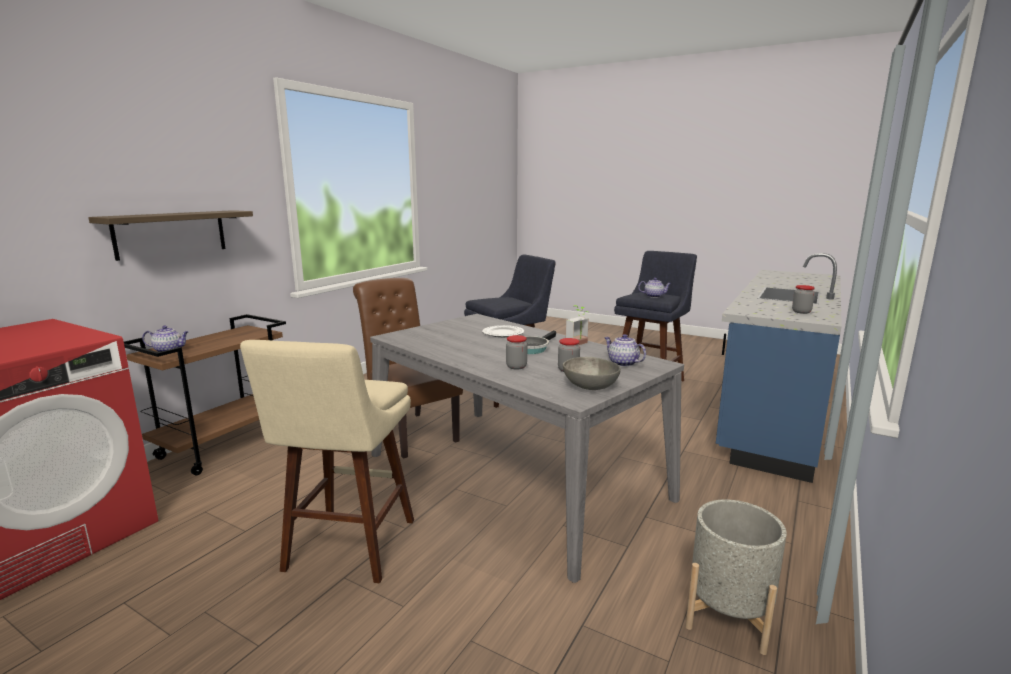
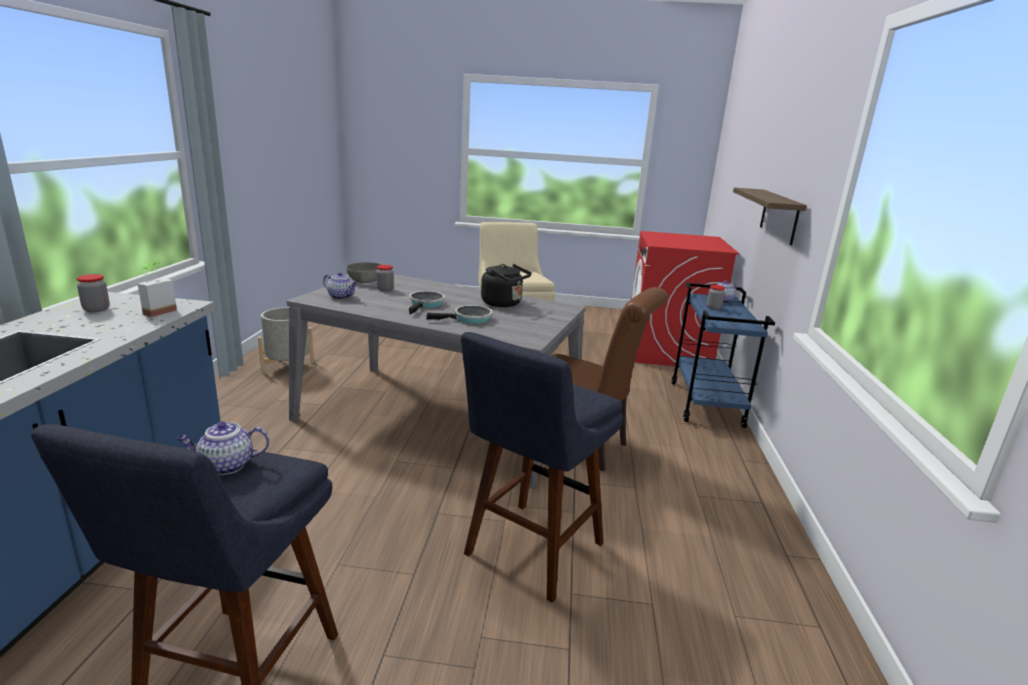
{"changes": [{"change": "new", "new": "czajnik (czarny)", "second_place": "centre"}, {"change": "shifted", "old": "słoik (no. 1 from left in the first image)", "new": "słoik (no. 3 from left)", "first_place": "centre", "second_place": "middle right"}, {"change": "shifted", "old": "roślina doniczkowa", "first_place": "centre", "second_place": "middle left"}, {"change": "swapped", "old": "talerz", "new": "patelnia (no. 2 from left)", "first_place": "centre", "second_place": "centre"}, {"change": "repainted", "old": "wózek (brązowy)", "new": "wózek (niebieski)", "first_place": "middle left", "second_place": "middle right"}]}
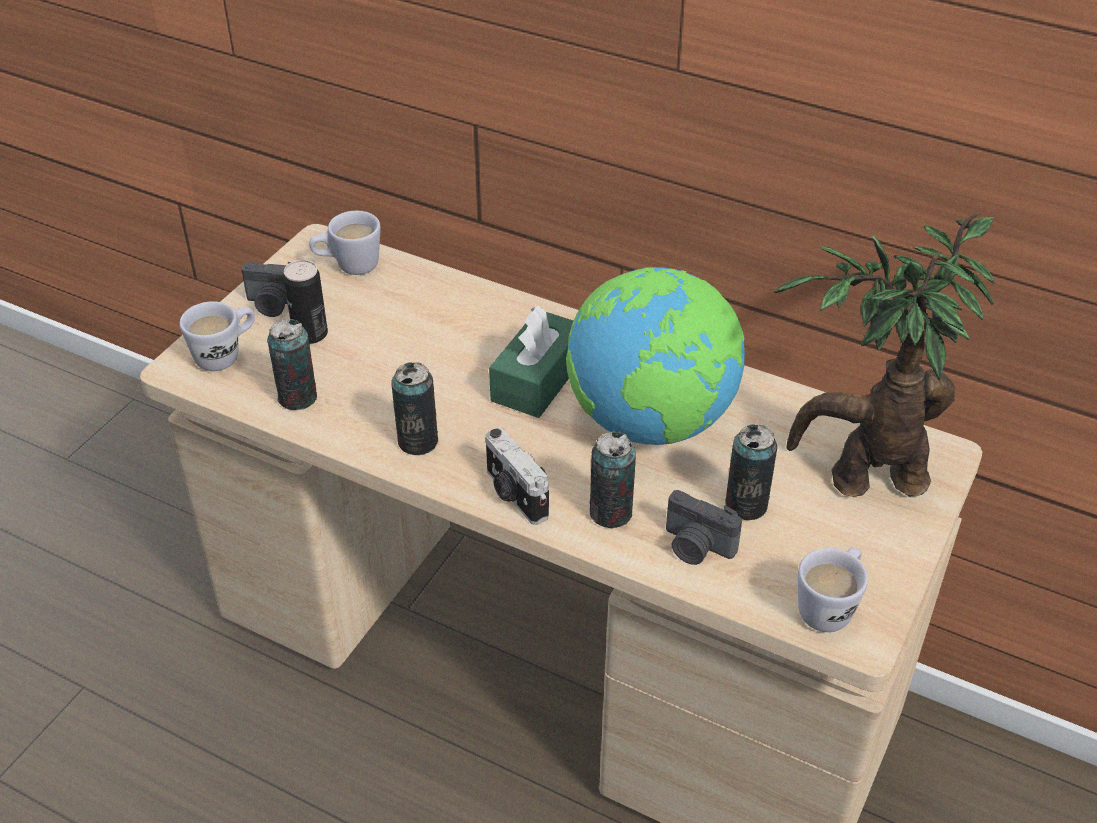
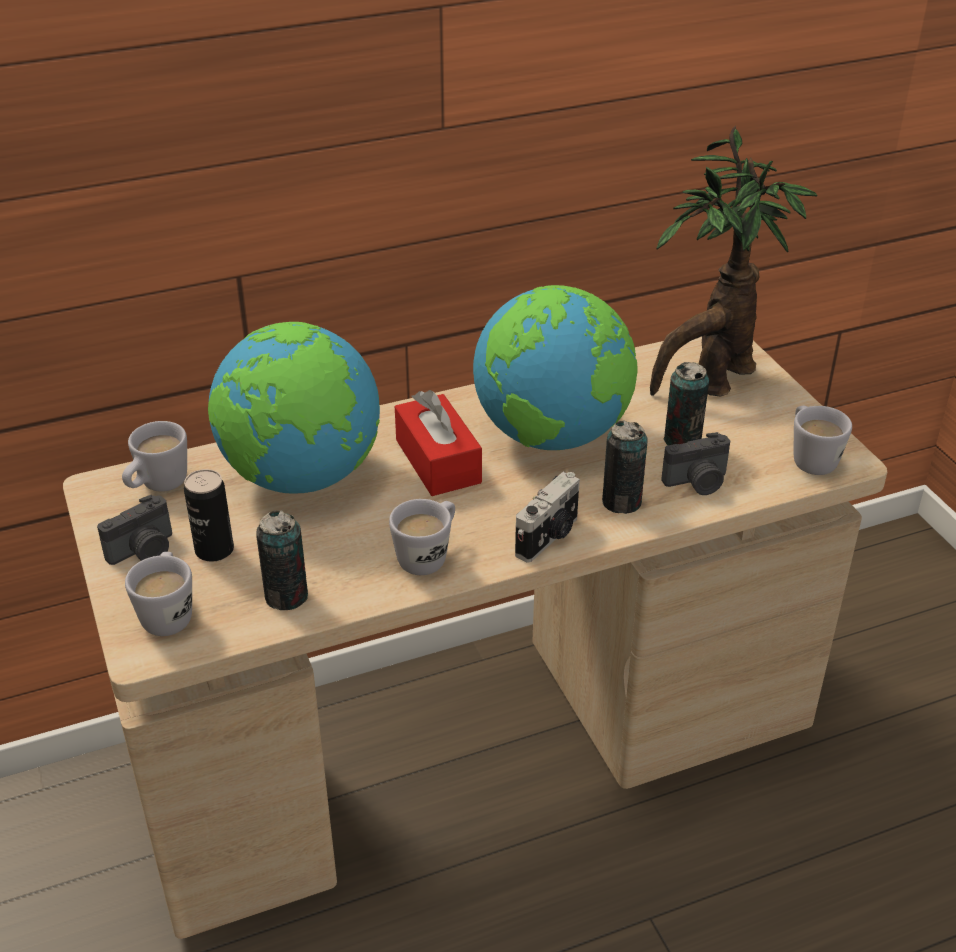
{"changes": [{"change": "new", "new": "globus (no. 1 from left)", "second_place": "middle left"}, {"change": "swapped", "old": "puszka (no. 3 from left)", "new": "kubek (biały) (no. 3 from left)", "first_place": "centre", "second_place": "centre"}, {"change": "repainted", "old": "pudełko chusteczek (zielony)", "new": "pudełko chusteczek (czerwony)", "first_place": "centre", "second_place": "centre"}, {"change": "rotated", "old": "aparat fotograficzny (no. 2 from left)", "first_place": "centre", "second_place": "centre", "degrees": -60}]}
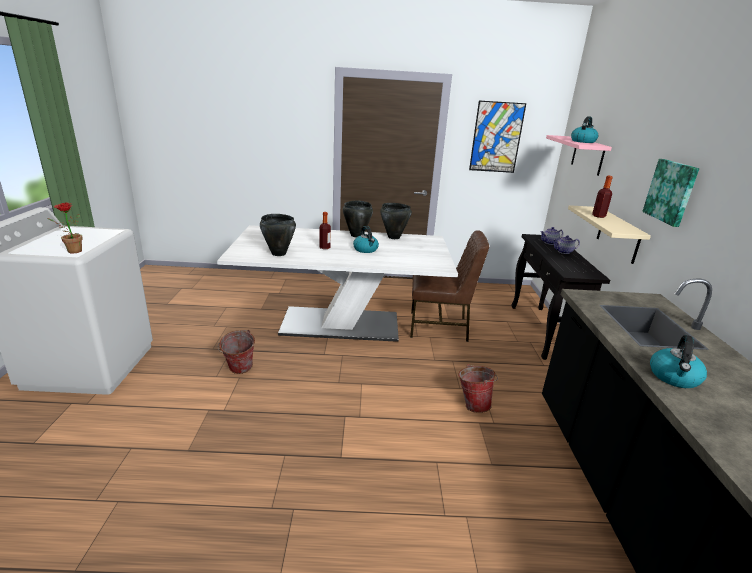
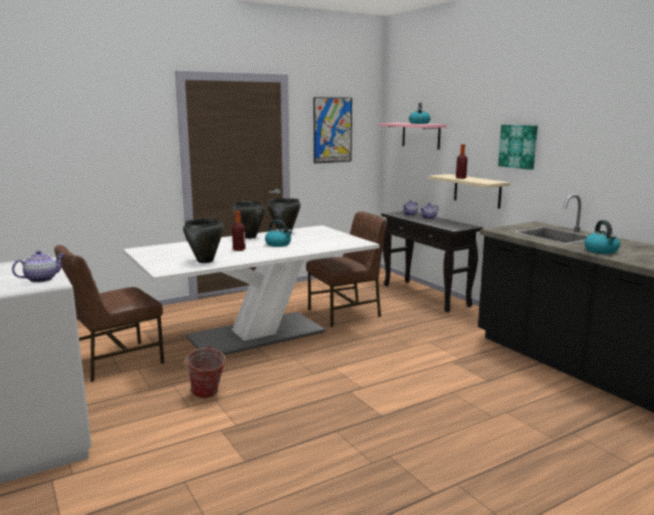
{"changes": [{"change": "gone", "old": "wiadro (no. 2 from left)", "first_place": "bottom centre"}, {"change": "new", "new": "krzesło (brązowy) (no. 1 from left)", "second_place": "middle left"}, {"change": "swapped", "old": "roślina doniczkowa", "new": "imbryk (no. 1 from left)", "first_place": "middle left", "second_place": "middle left"}]}
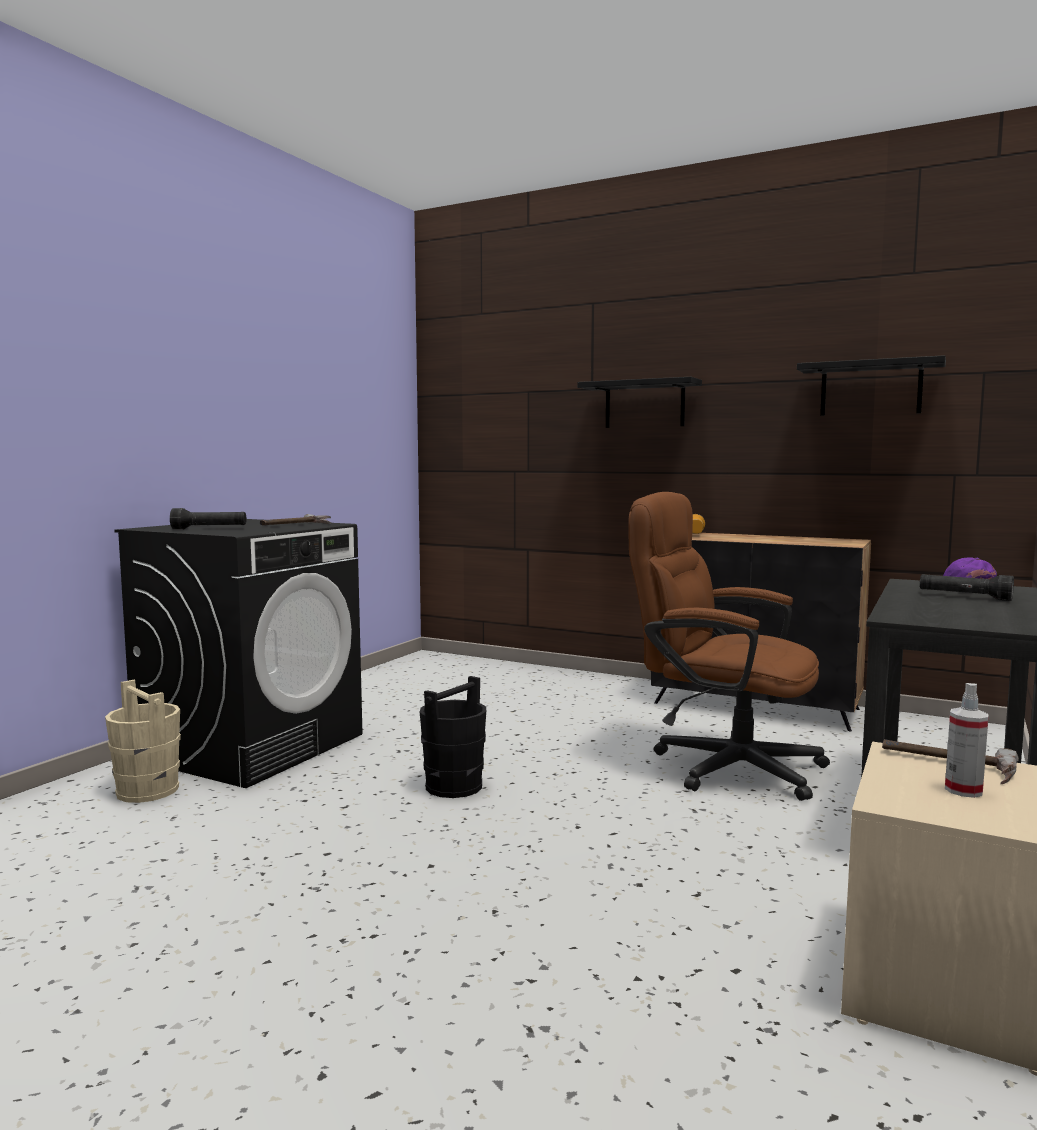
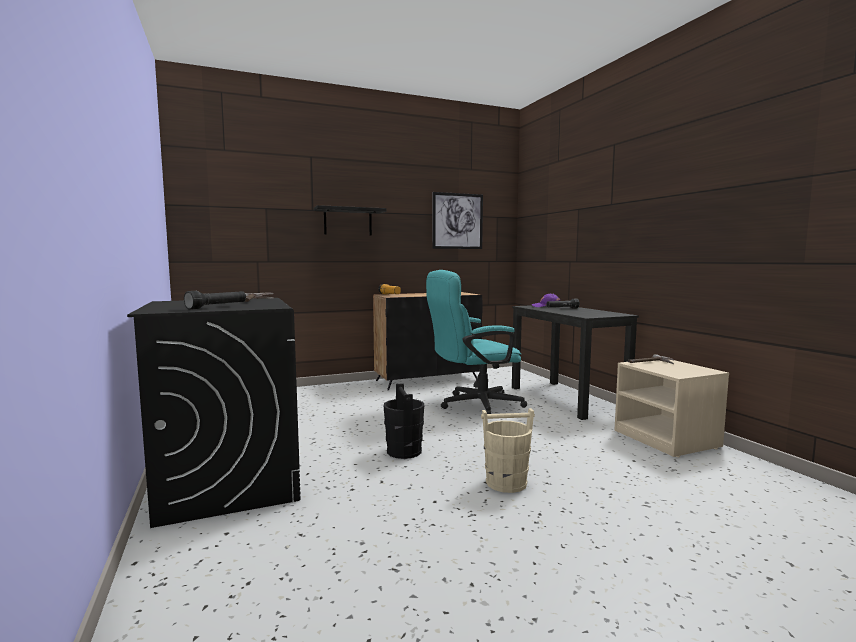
{"changes": [{"change": "gone", "old": "spryskiwacz", "first_place": "middle right"}, {"change": "shifted", "old": "wiadro (beżowy)", "first_place": "middle left", "second_place": "bottom centre"}, {"change": "swapped", "old": "półka (czarny) (no. 2 from left)", "new": "obraz", "first_place": "middle right", "second_place": "centre"}, {"change": "repainted", "old": "krzesło biurowe (brązowy)", "new": "krzesło biurowe (turkusowy)", "first_place": "middle right", "second_place": "centre"}]}
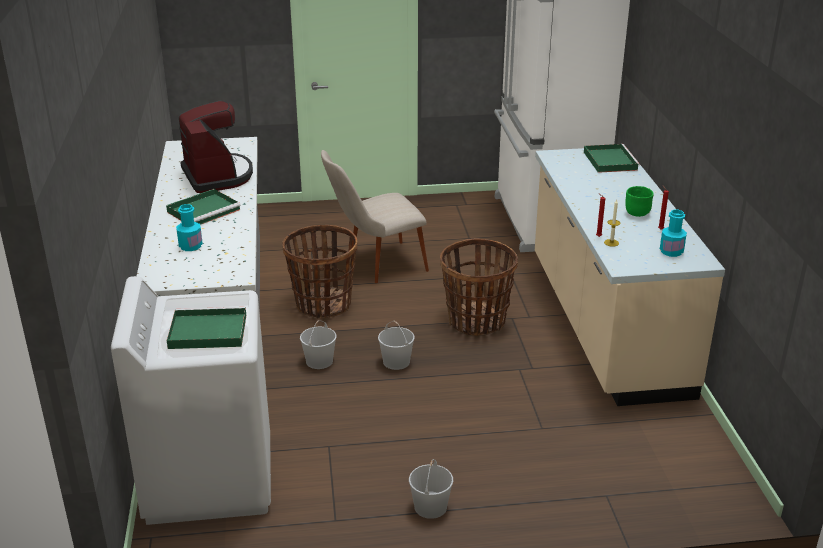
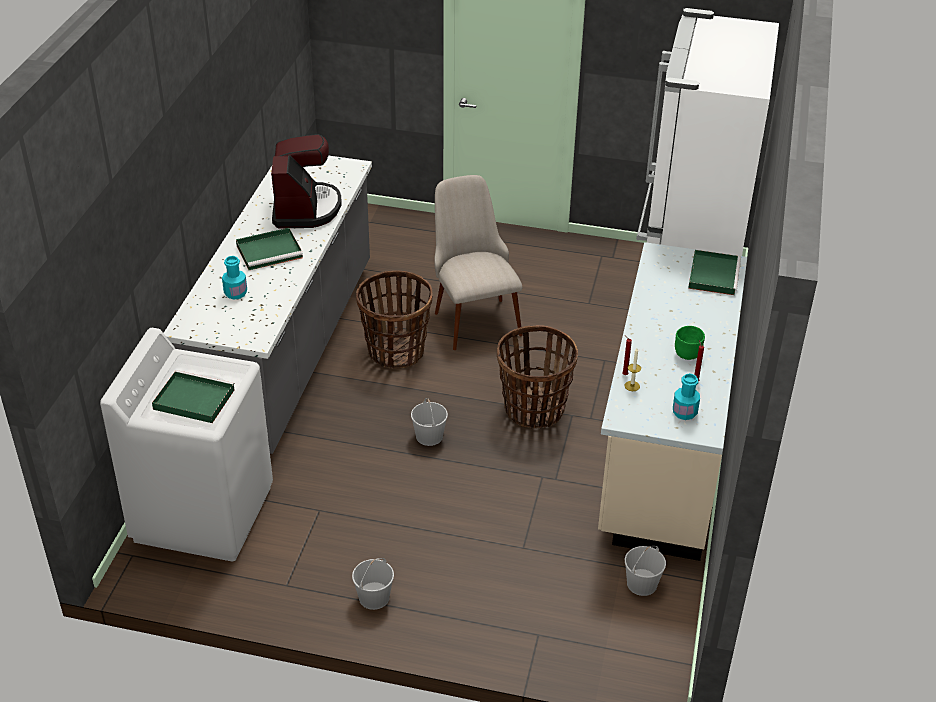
{"changes": [{"change": "shifted", "old": "wiadro (biały) (no. 1 from left in the first image)", "new": "wiadro (biały) (no. 3 from left)", "first_place": "centre", "second_place": "bottom right"}, {"change": "rotated", "old": "krzesło (beżowy)", "first_place": "centre", "second_place": "centre", "degrees": 75}]}
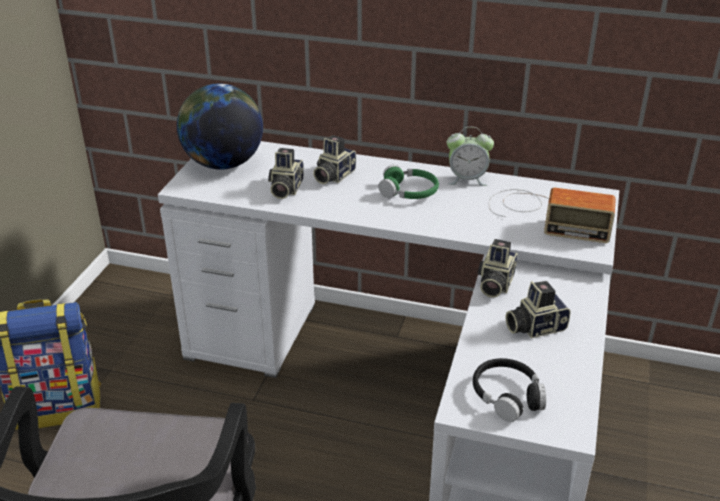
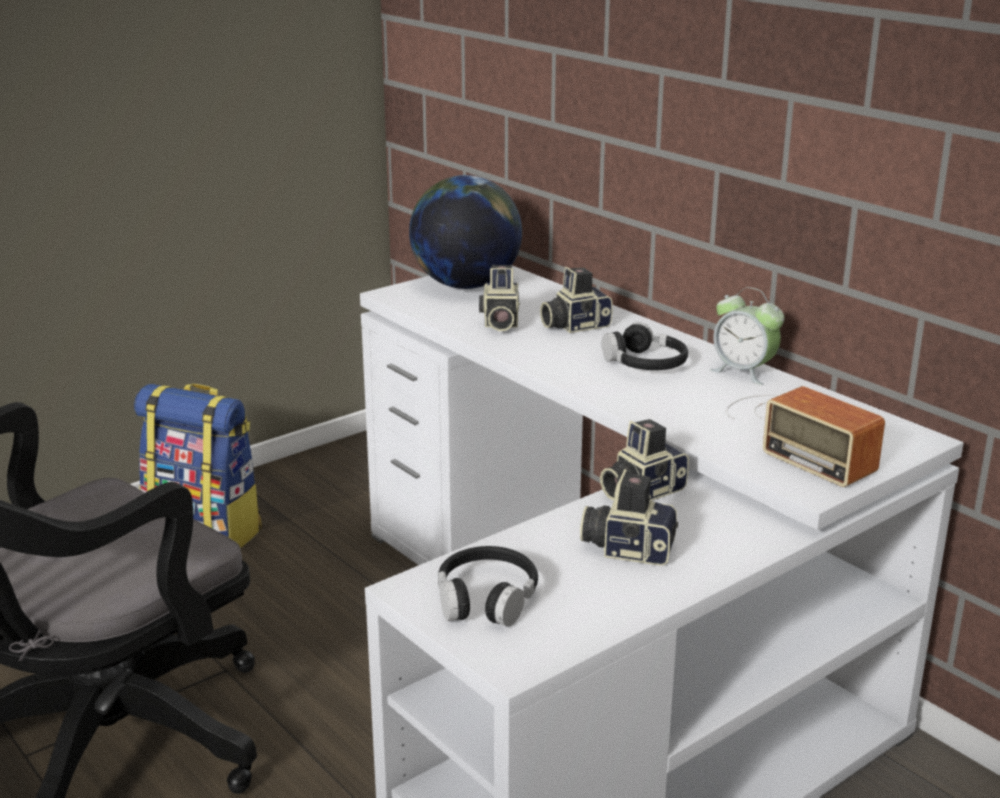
{"changes": [{"change": "repainted", "old": "słuchawki (zielony)", "new": "słuchawki (czarny) (no. 2 from left)", "first_place": "centre", "second_place": "centre"}, {"change": "rotated", "old": "aparat fotograficzny (no. 1 from left)", "first_place": "centre", "second_place": "centre", "degrees": -45}]}
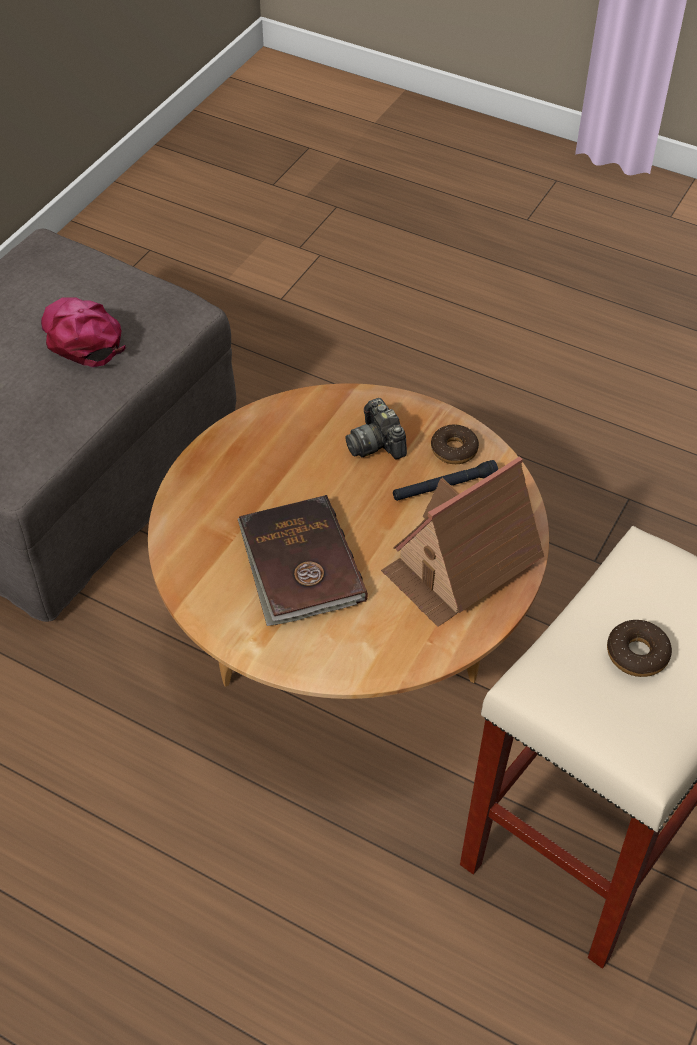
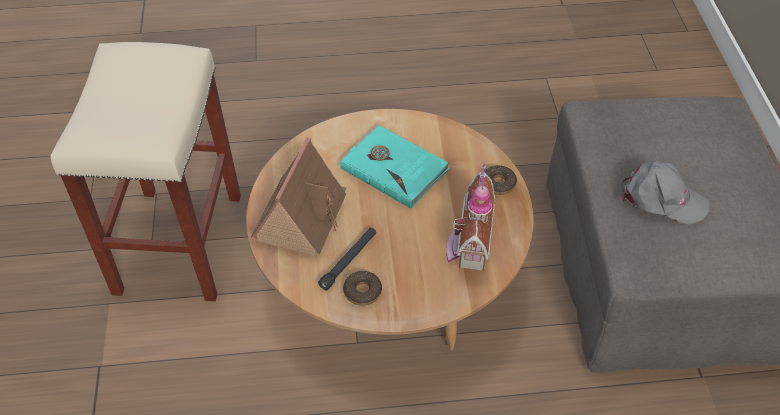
{"changes": [{"change": "gone", "old": "aparat fotograficzny", "first_place": "centre"}, {"change": "new", "new": "domek (no. 2 from left)", "second_place": "centre"}, {"change": "shifted", "old": "donut (no. 2 from left)", "first_place": "middle right", "second_place": "centre"}, {"change": "repainted", "old": "czapka z daszkiem (różowy)", "new": "czapka z daszkiem (szary)", "first_place": "top left", "second_place": "middle right"}, {"change": "repainted", "old": "książka (brązowy)", "new": "książka (turkusowy)", "first_place": "centre", "second_place": "centre"}]}
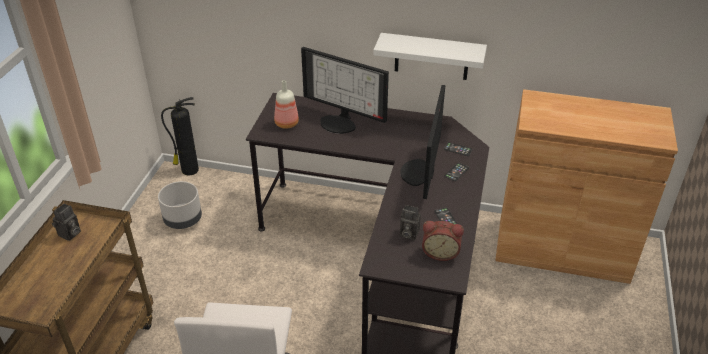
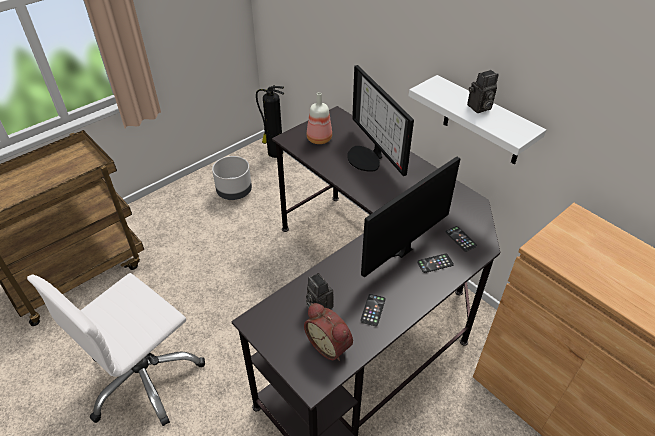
{"changes": [{"change": "shifted", "old": "aparat fotograficzny (no. 1 from left in the first image)", "new": "aparat fotograficzny (no. 2 from left)", "first_place": "middle left", "second_place": "top right"}]}
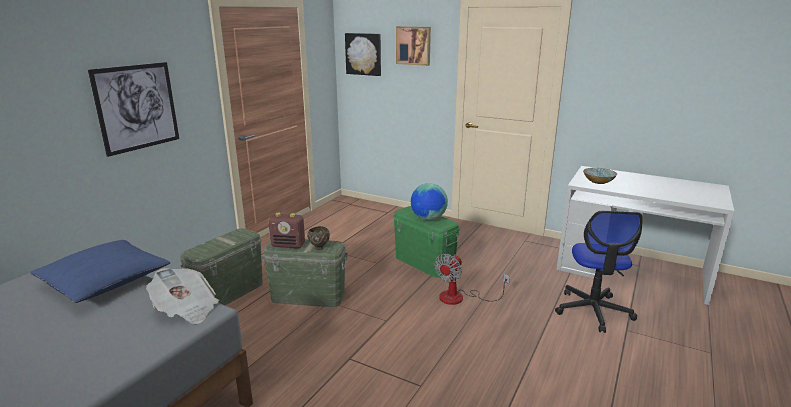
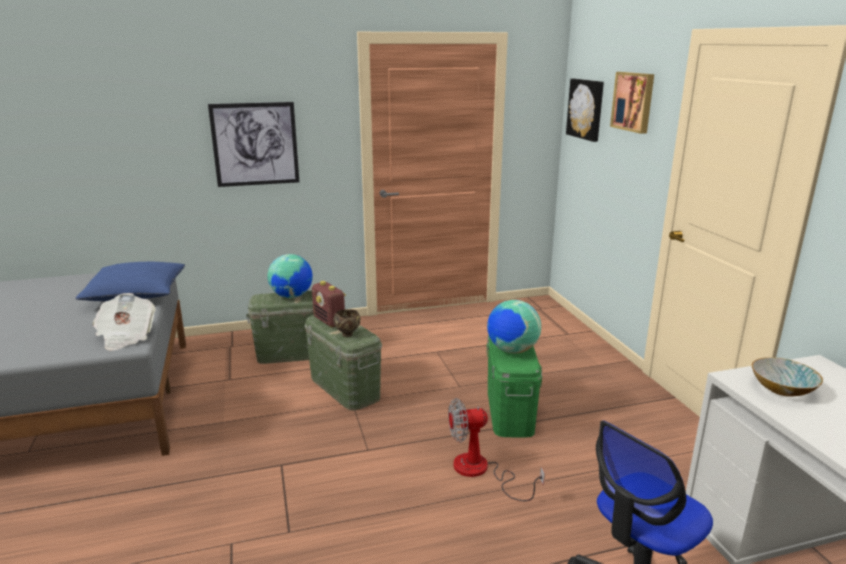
{"changes": [{"change": "new", "new": "globus (no. 1 from left)", "second_place": "centre"}]}
